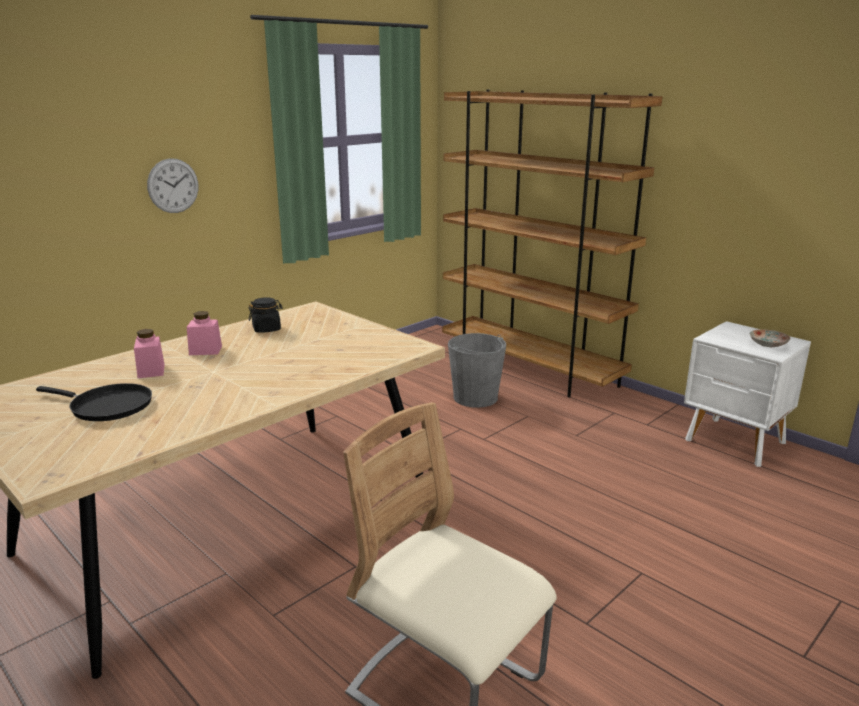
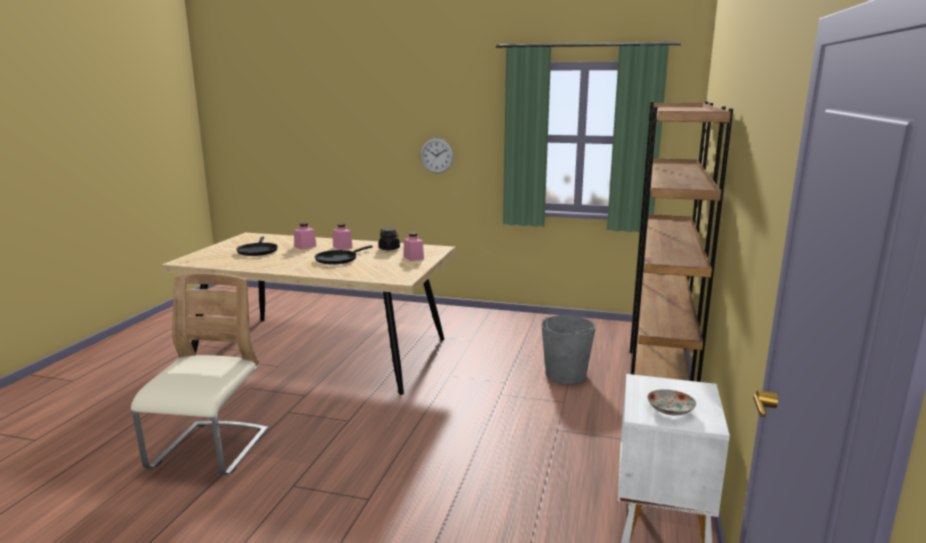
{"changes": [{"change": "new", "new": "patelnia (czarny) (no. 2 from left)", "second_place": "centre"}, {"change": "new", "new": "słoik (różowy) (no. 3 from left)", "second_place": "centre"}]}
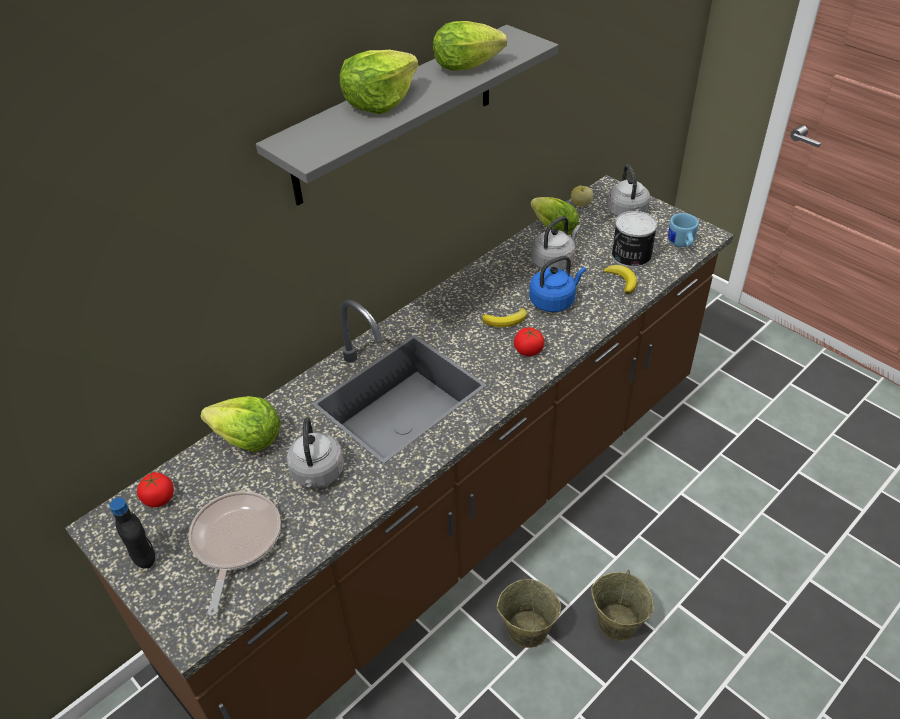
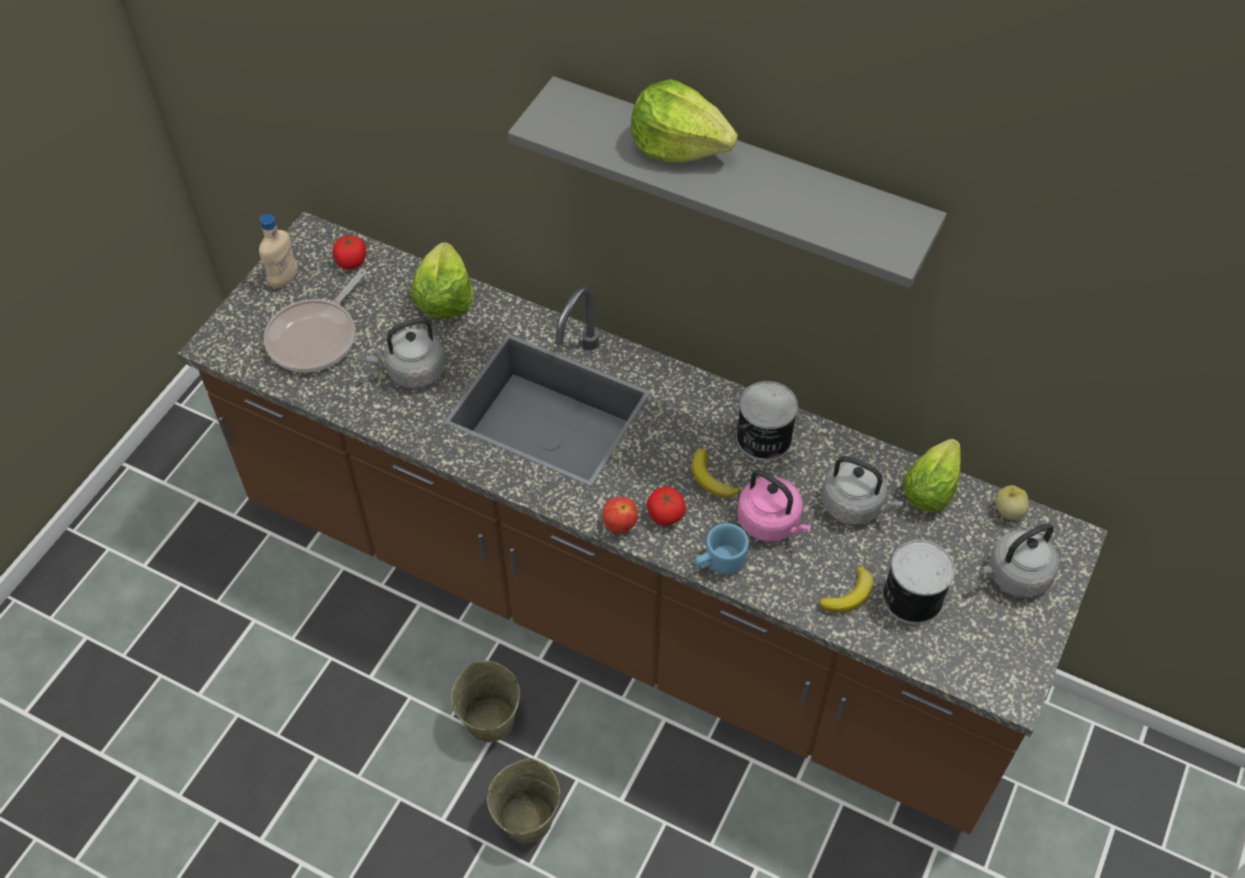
{"changes": [{"change": "gone", "old": "sałata (no. 3 from left)", "first_place": "top centre"}, {"change": "new", "new": "jabłko (no. 1 from left)", "second_place": "centre"}, {"change": "new", "new": "puszka (no. 1 from left)", "second_place": "centre"}, {"change": "shifted", "old": "kubek (niebieski)", "first_place": "top right", "second_place": "centre"}, {"change": "repainted", "old": "butelka (czarny)", "new": "butelka (beżowy)", "first_place": "bottom left", "second_place": "top left"}, {"change": "repainted", "old": "czajnik (niebieski)", "new": "czajnik (różowy)", "first_place": "centre", "second_place": "centre"}, {"change": "rotated", "old": "patelnia", "first_place": "bottom left", "second_place": "middle left", "degrees": 135}]}
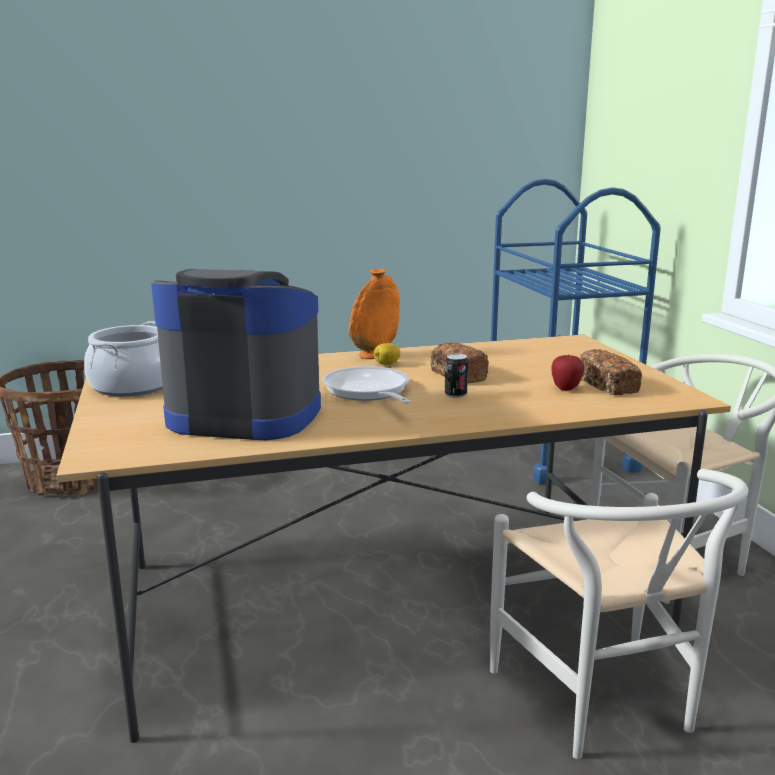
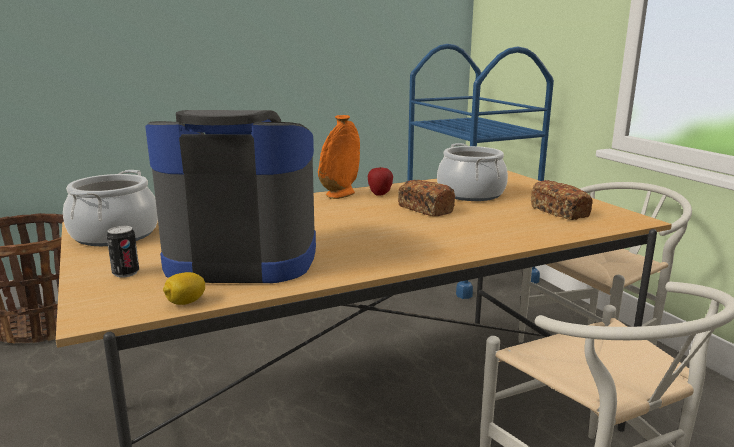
{"changes": [{"change": "gone", "old": "patelnia", "first_place": "centre"}, {"change": "new", "new": "garnek (no. 2 from left)", "second_place": "centre"}, {"change": "shifted", "old": "cytryna", "first_place": "centre", "second_place": "middle left"}, {"change": "shifted", "old": "puszka", "first_place": "centre", "second_place": "middle left"}, {"change": "shifted", "old": "jabłko", "first_place": "middle right", "second_place": "centre"}]}
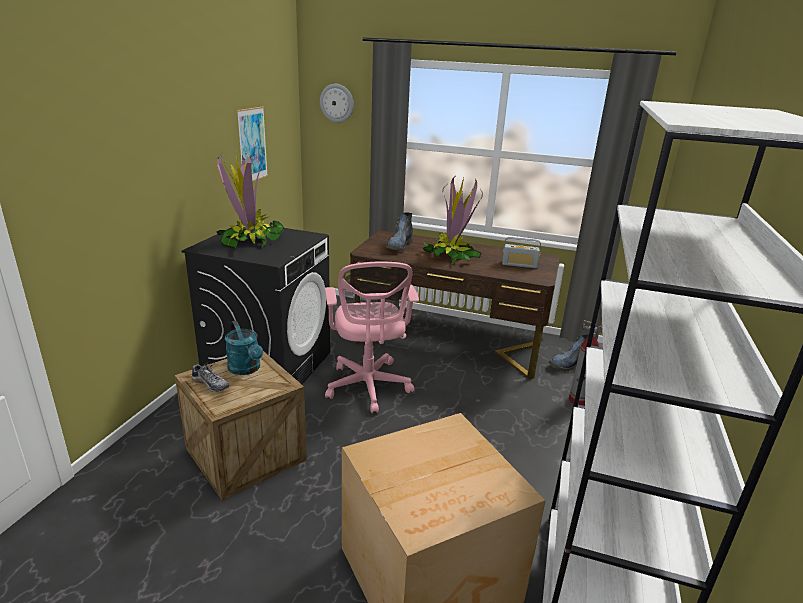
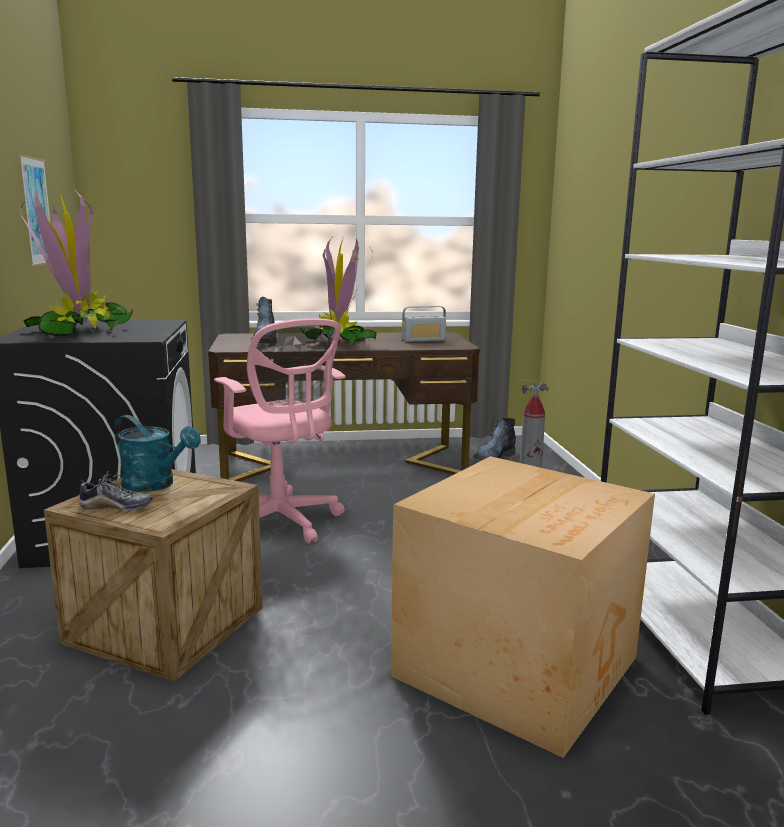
{"changes": [{"change": "gone", "old": "zegar ścienny", "first_place": "top centre"}]}
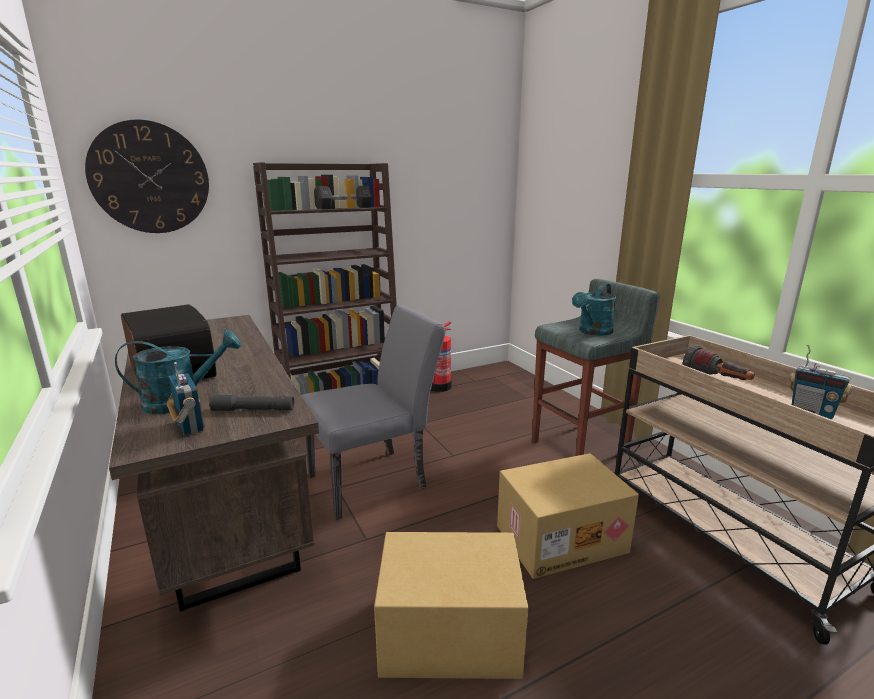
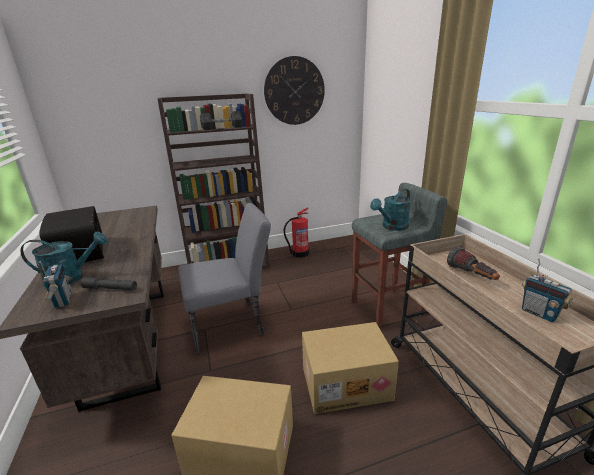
{"changes": [{"change": "shifted", "old": "zegar ścienny", "first_place": "top left", "second_place": "top centre"}]}
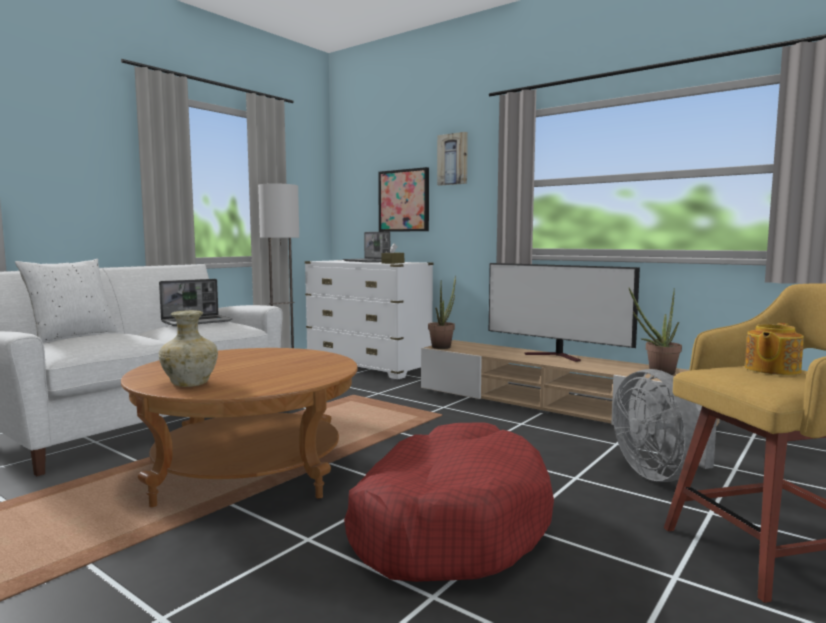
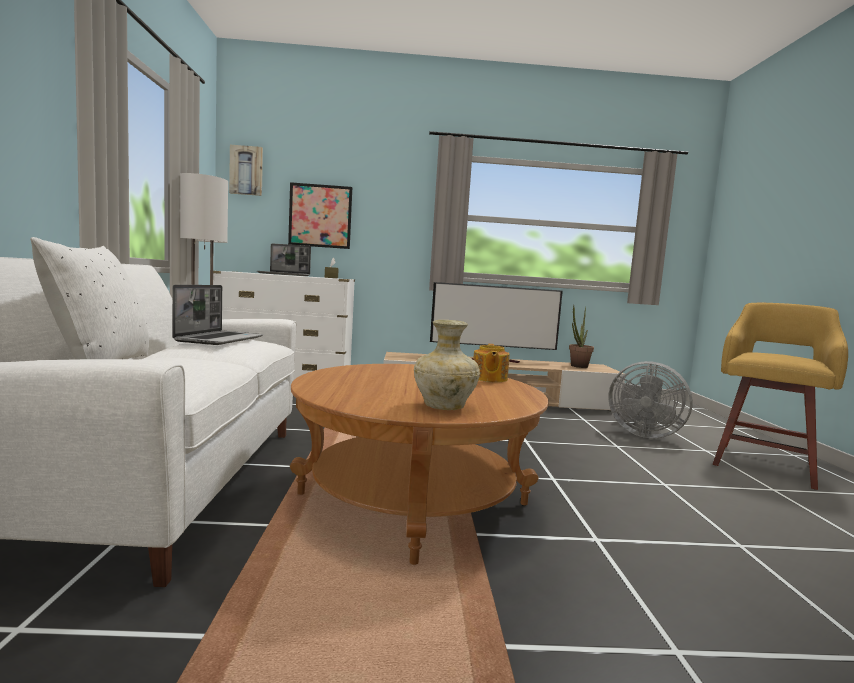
{"changes": [{"change": "gone", "old": "legowisko (czerwony)", "first_place": "bottom centre"}, {"change": "gone", "old": "roślina doniczkowa (no. 1 from left)", "first_place": "centre"}, {"change": "shifted", "old": "obraz (no. 2 from left in the first image)", "new": "obraz (no. 1 from left)", "first_place": "top centre", "second_place": "top left"}, {"change": "shifted", "old": "imbryk", "first_place": "middle right", "second_place": "centre"}]}
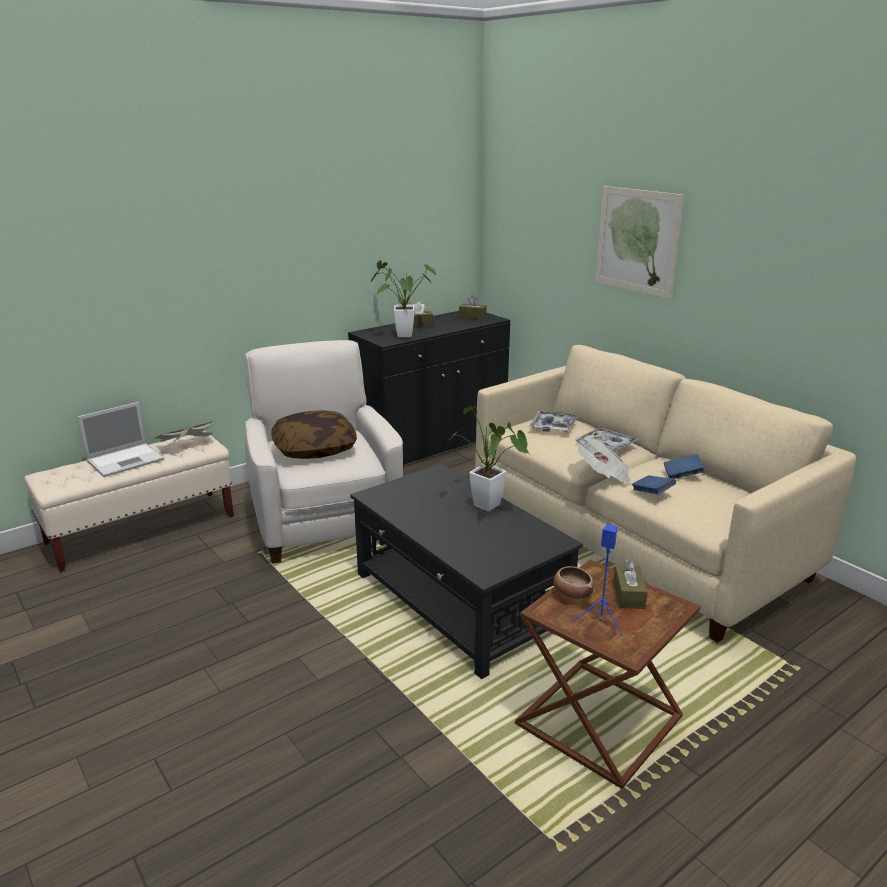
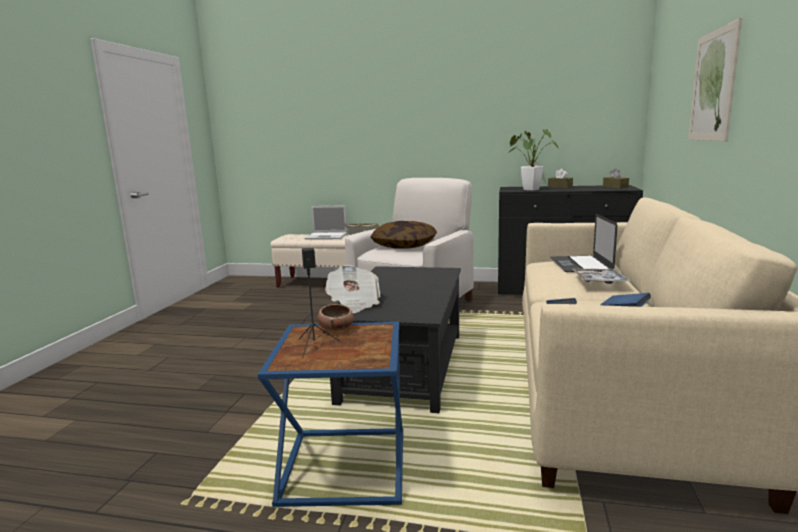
{"changes": [{"change": "gone", "old": "roślina doniczkowa (no. 2 from left)", "first_place": "centre"}, {"change": "gone", "old": "pudełko chusteczek (brązowy) (no. 3 from left)", "first_place": "middle right"}, {"change": "shifted", "old": "gazeta", "first_place": "middle right", "second_place": "centre"}, {"change": "swapped", "old": "taca (no. 1 from left)", "new": "laptop (no. 2 from left)", "first_place": "centre", "second_place": "middle right"}, {"change": "repainted", "old": "stolik (brązowy)", "new": "stolik (niebieski)", "first_place": "bottom right", "second_place": "bottom centre"}, {"change": "repainted", "old": "głośnik (niebieski)", "new": "głośnik (czarny)", "first_place": "middle right", "second_place": "centre"}]}
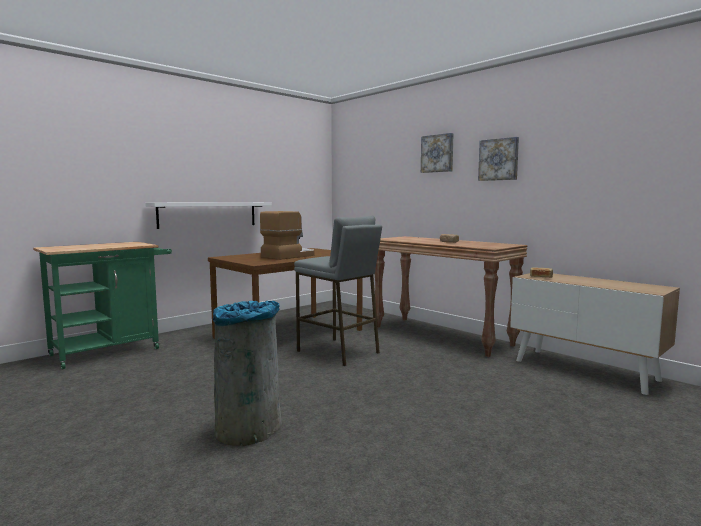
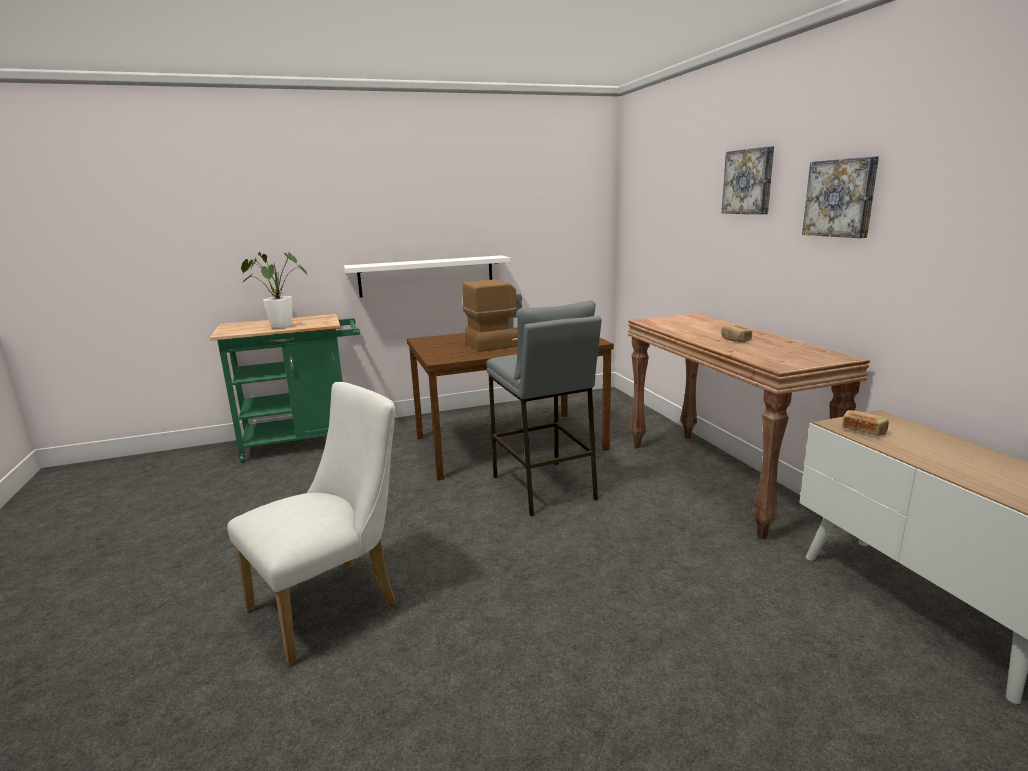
{"changes": [{"change": "new", "new": "roślina doniczkowa", "second_place": "middle left"}, {"change": "swapped", "old": "kosz na śmieci (szary)", "new": "krzesło (biały)", "first_place": "bottom centre", "second_place": "bottom left"}]}
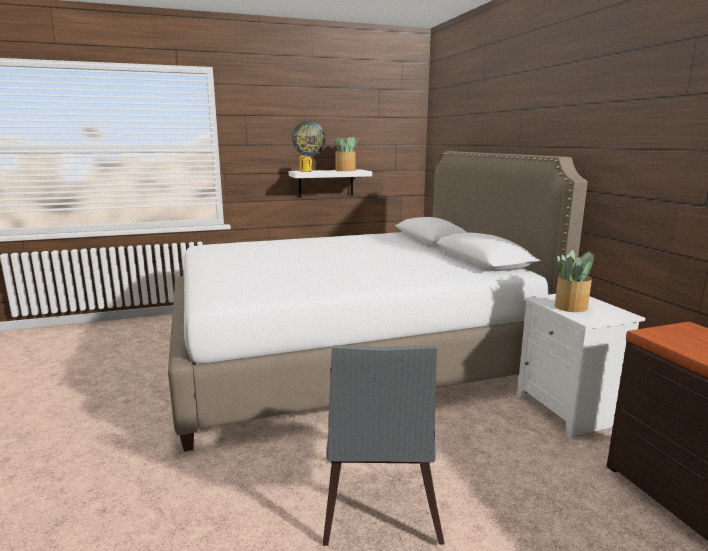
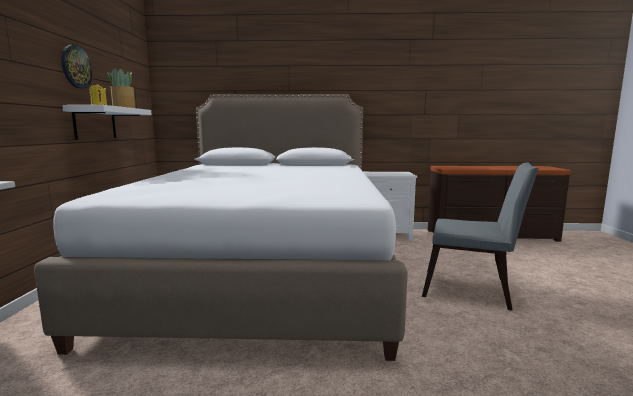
{"changes": [{"change": "gone", "old": "roślina doniczkowa (no. 2 from left)", "first_place": "middle right"}]}
